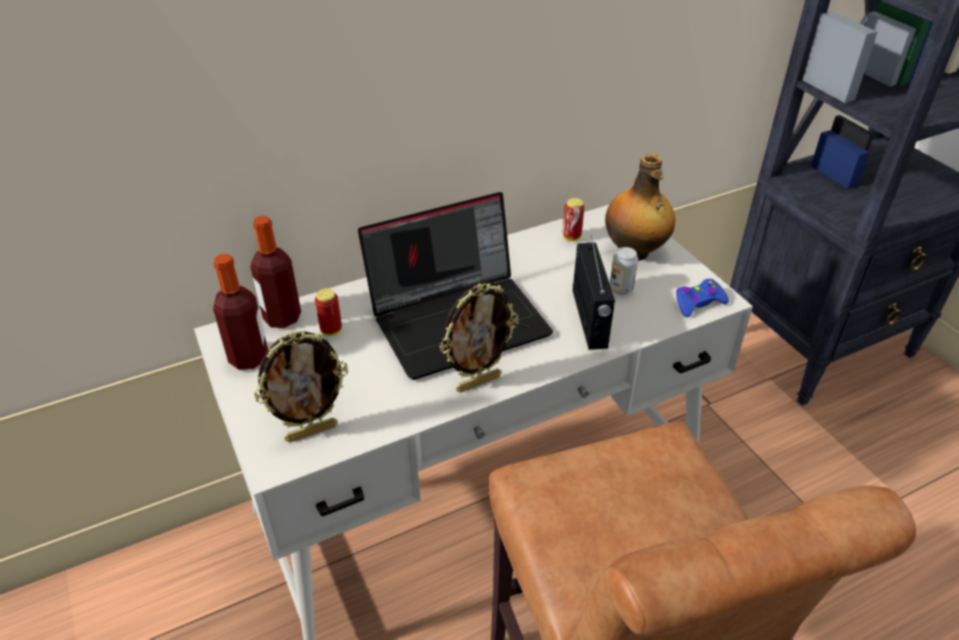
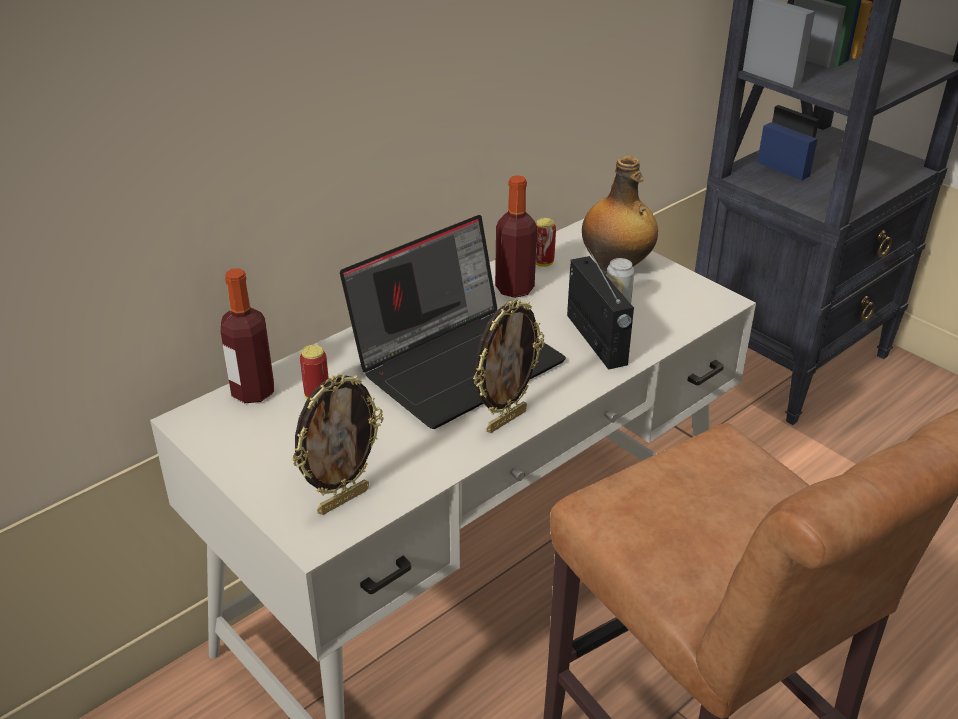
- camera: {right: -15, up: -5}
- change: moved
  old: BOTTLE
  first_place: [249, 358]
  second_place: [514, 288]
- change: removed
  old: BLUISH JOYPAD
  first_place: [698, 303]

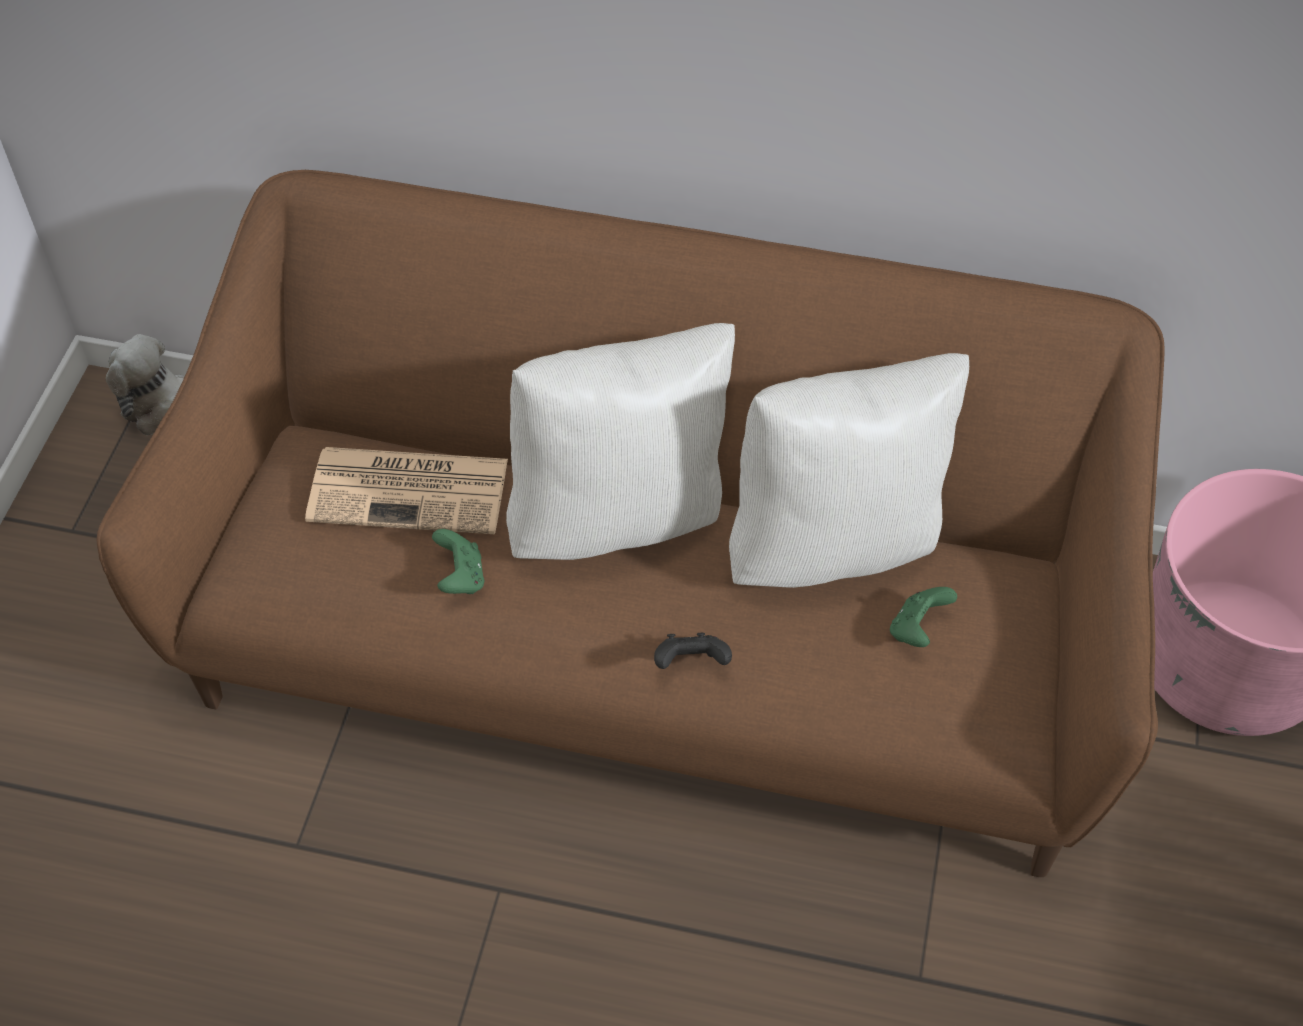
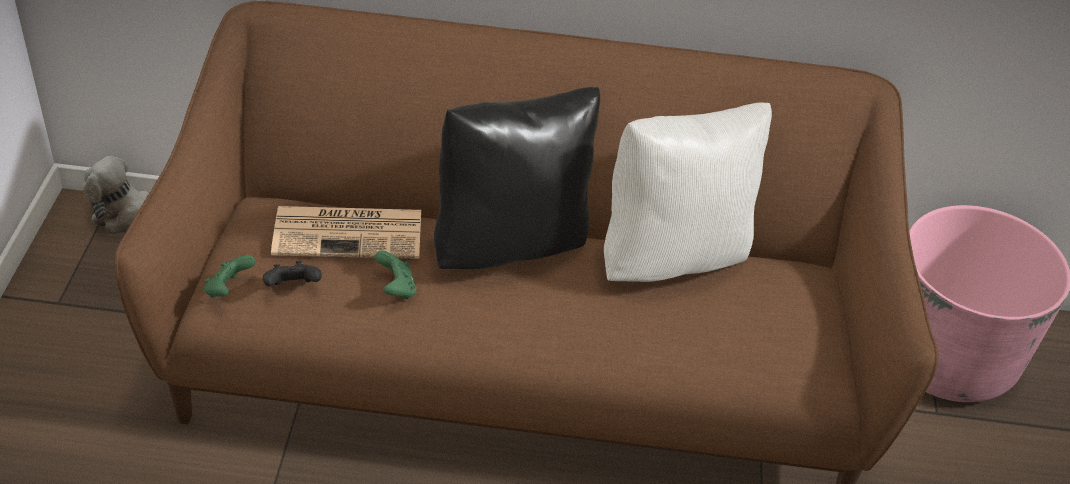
- camera: {right: -10, up: -10}
- change: recoloured
  old: WHITE-COLOURED THROW PILLOW
  new: BLACKISH THROW PILLOW
  first_place: [620, 515]
  second_place: [512, 244]
- change: moved
  old: GREEN-COLOURED JOYPAD
  first_place: [917, 629]
  second_place: [229, 289]
- change: moved
  old: BLACKISH JOYPAD
  first_place: [691, 663]
  second_place: [293, 287]

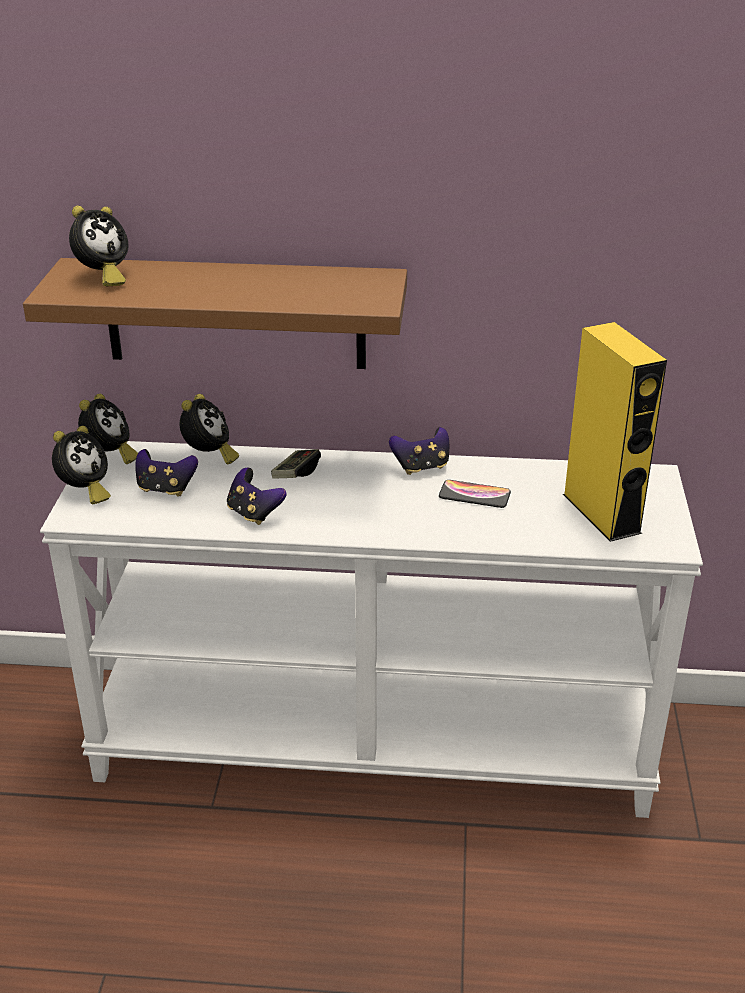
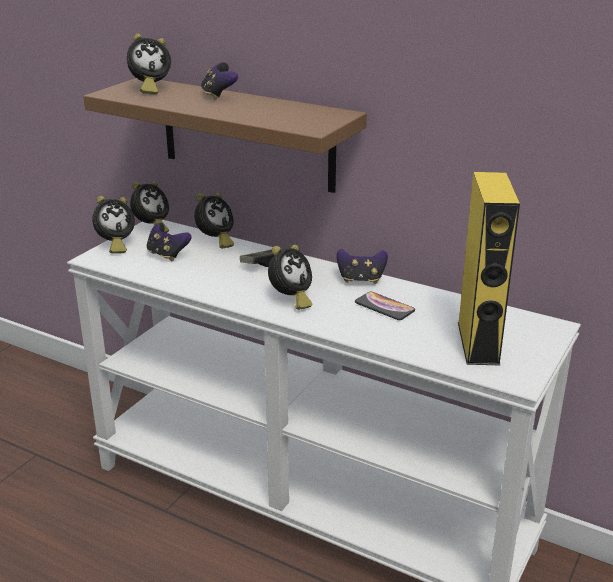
- camera: {right: 25, up: -5}
- change: moved
  old: JOYPAD
  first_place: [254, 513]
  second_place: [219, 95]
- change: added
  new: BEDSIDE CLOCK
  second_place: [290, 300]

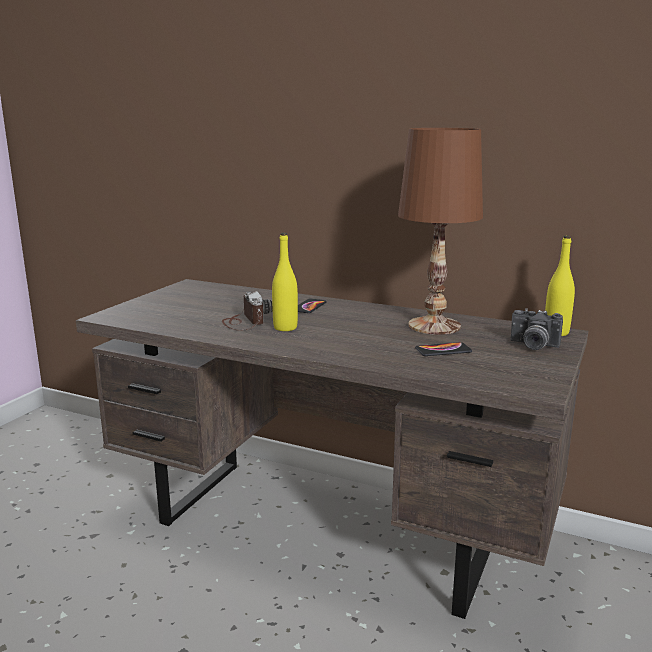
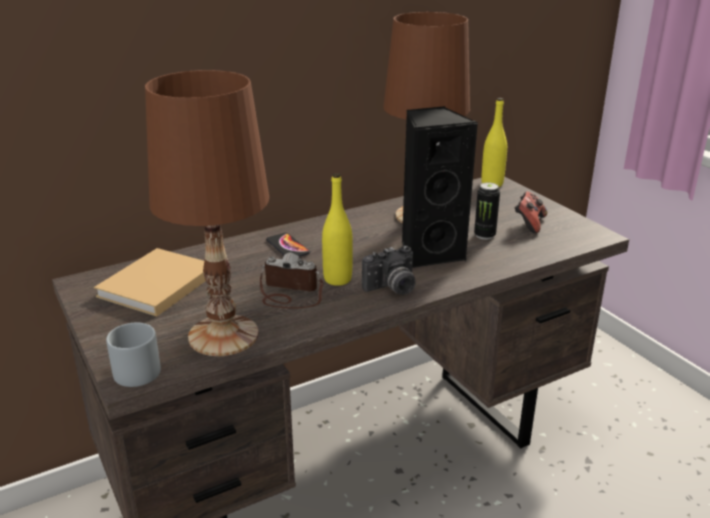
- camera: {right: -55, up: 10}
- change: moved
  old: STILL CAMERA
  first_place: [532, 346]
  second_place: [392, 288]
- change: replaced
  old: TELEPHONE
  new: CAN
  first_place: [443, 350]
  second_place: [484, 235]
- change: added
  new: BROWN-COLOURED TABLETOP LAMP
  second_place: [224, 335]
- change: added
  new: BLACKISH LOUDSPEAKER
  second_place: [429, 252]
- change: added
  new: JOYPAD
  second_place: [529, 223]
- change: added
  new: SAND-COLOURED BOOK
  second_place: [155, 286]
- change: added
  new: GREYISH COFFEE MUG
  second_place: [131, 369]

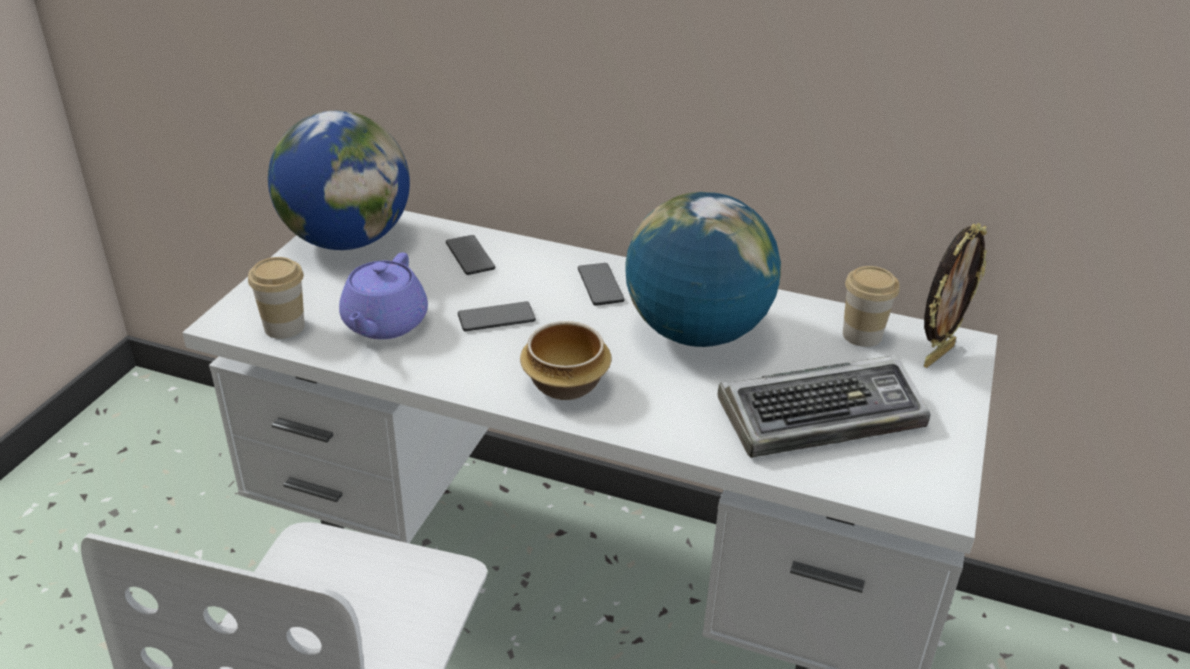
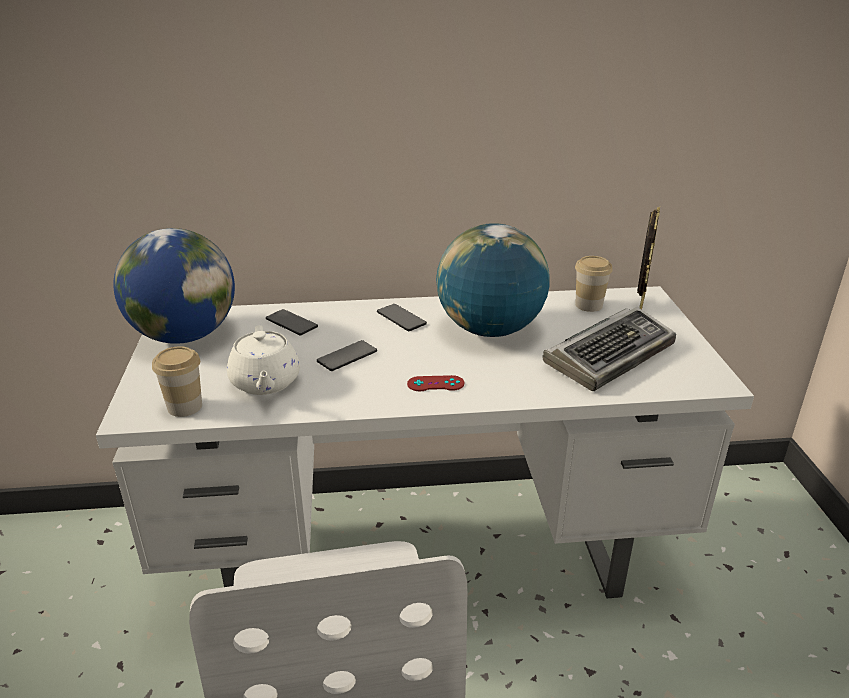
- camera: {right: -25, up: -5}
- change: recoloured
  old: PURPLE TEA POT
  new: WHITE-COLOURED TEA POT
  first_place: [384, 324]
  second_place: [265, 383]
- change: replaced
  old: DEEP DISH
  new: REDDISH JOYPAD
  first_place: [567, 384]
  second_place: [435, 384]

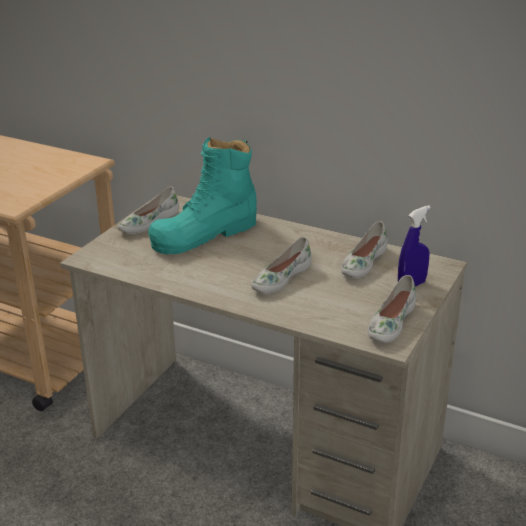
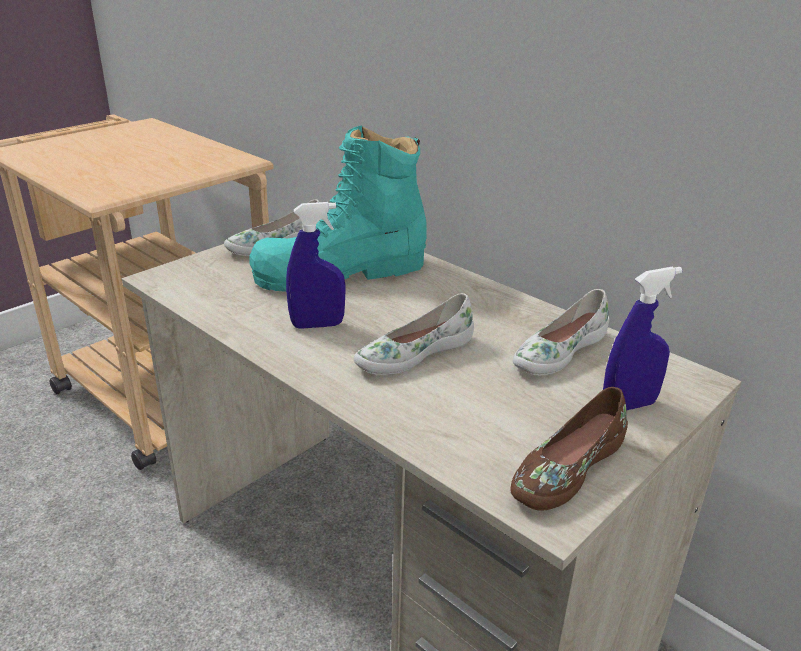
- camera: {right: 15, up: 0}
- change: recoloured
  old: WHITE-COLOURED LOW SHOE
  new: BROWN-COLOURED LOW SHOE
  first_place: [390, 322]
  second_place: [566, 468]
- change: added
  new: BLUISH HAND SPRAYER
  second_place: [317, 325]

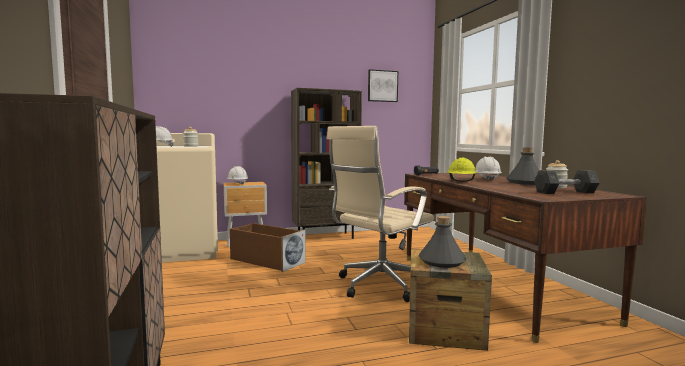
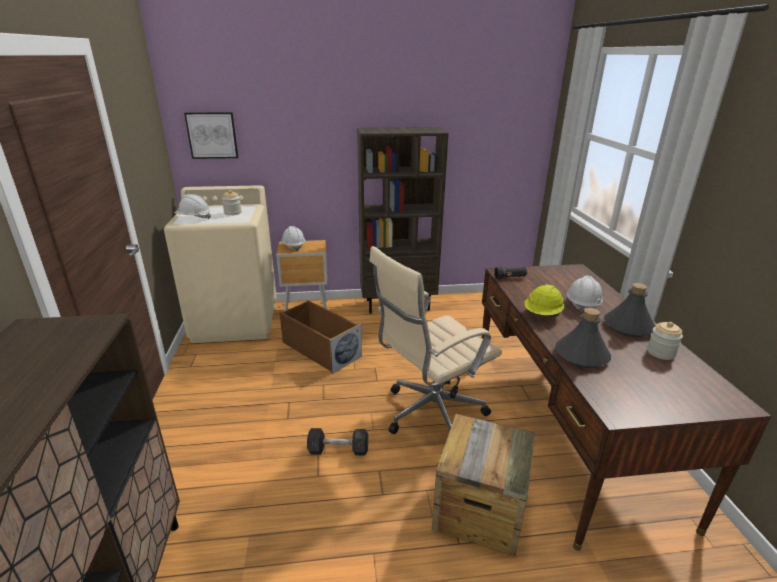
- camera: {right: 10, up: 20}
- change: moved
  old: PICTURE
  first_place: [382, 86]
  second_place: [212, 135]
- change: moved
  old: GREYISH HAND WEIGHT
  first_place: [565, 192]
  second_place: [338, 450]
- change: moved
  old: GREYISH BOTTLE
  first_place: [442, 261]
  second_place: [581, 355]

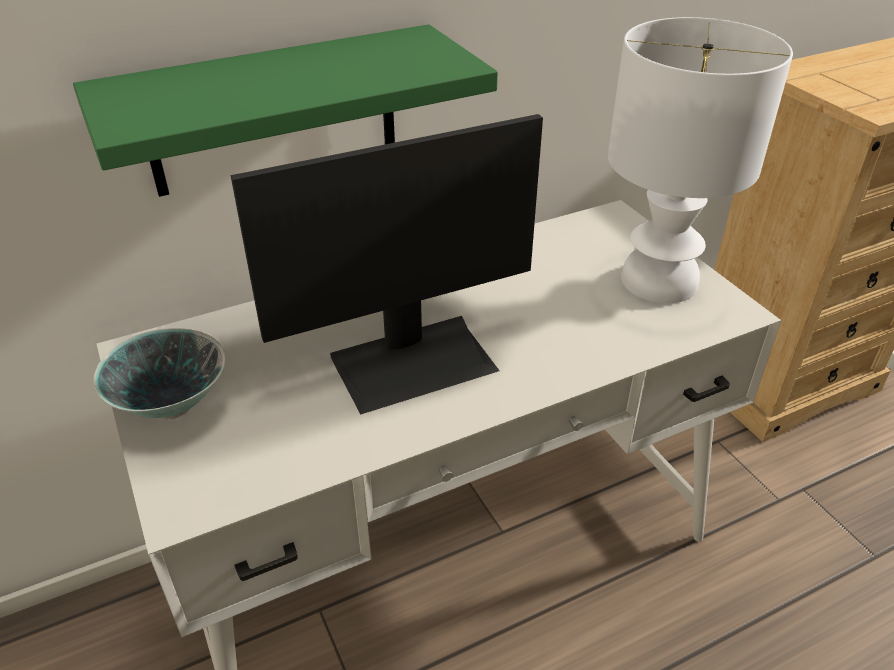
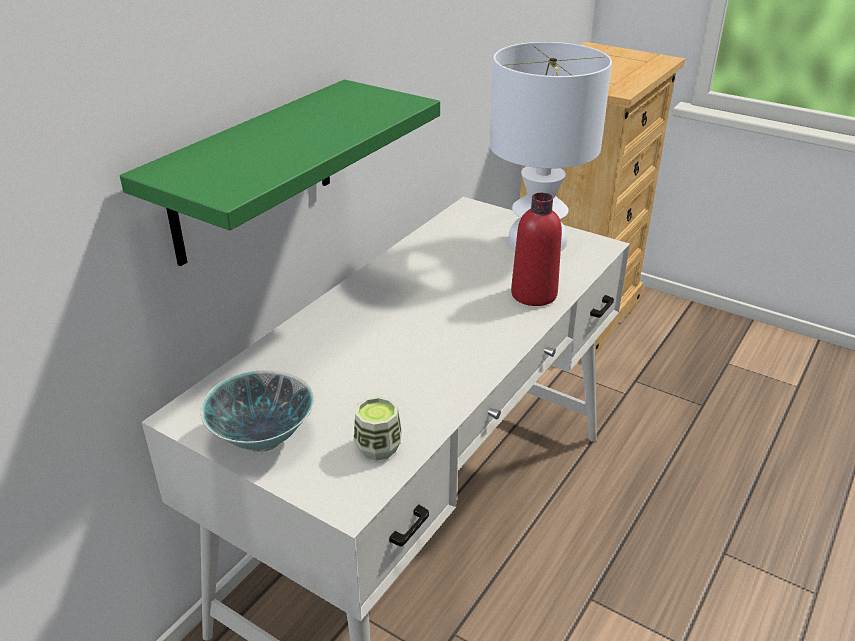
- camera: {right: -30, up: -5}
- change: removed
  old: COMPUTER DISPLAY
  first_place: [413, 361]
- change: added
  new: REDDISH BOTTLE
  second_place: [534, 294]
- change: added
  new: SMALL CUP
  second_place: [378, 447]

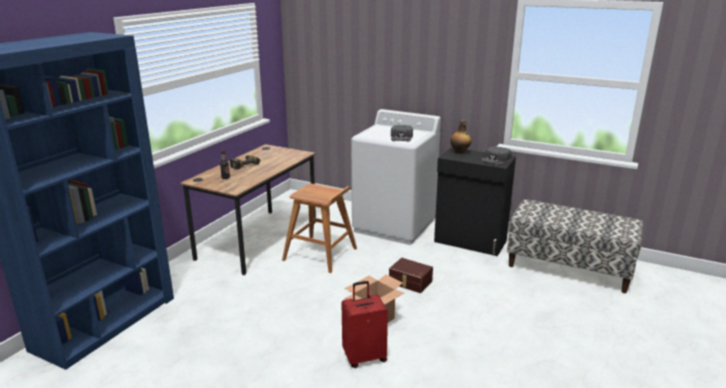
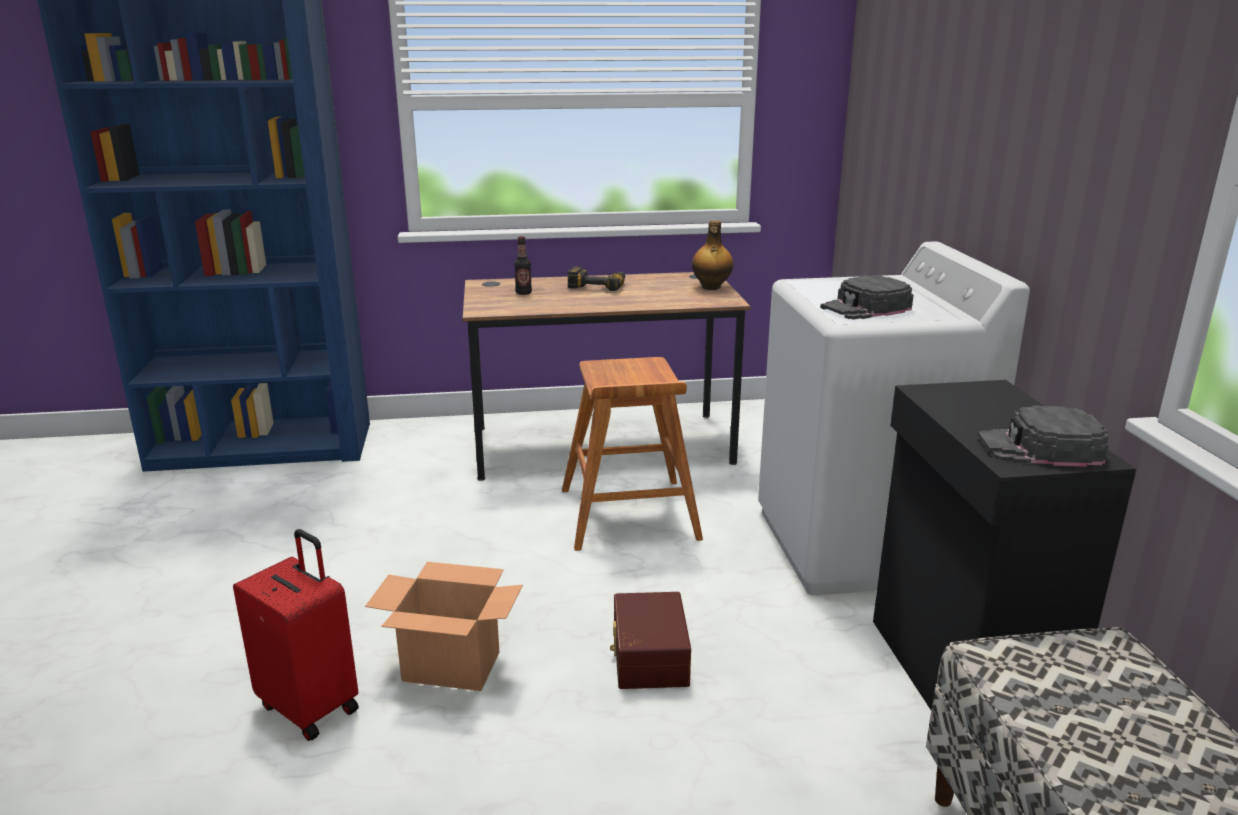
- camera: {right: 55, up: 0}
- change: moved
  old: BOTTLE
  first_place: [460, 152]
  second_place: [711, 287]

